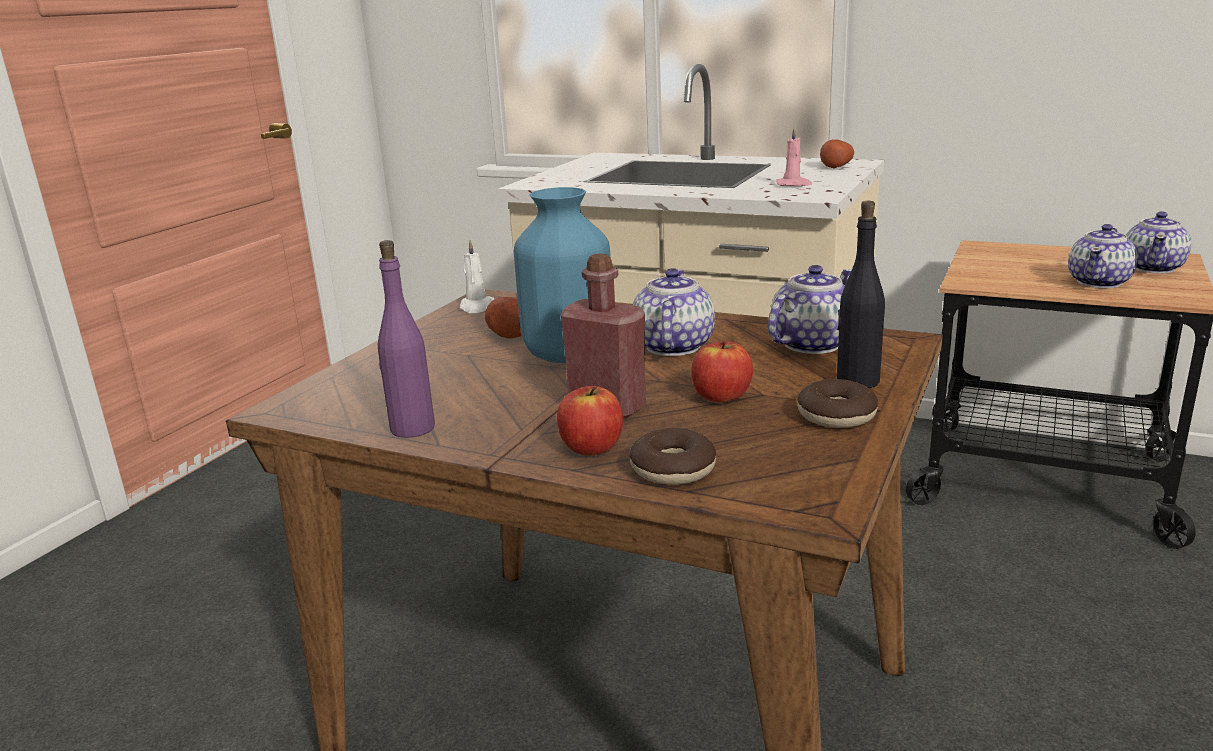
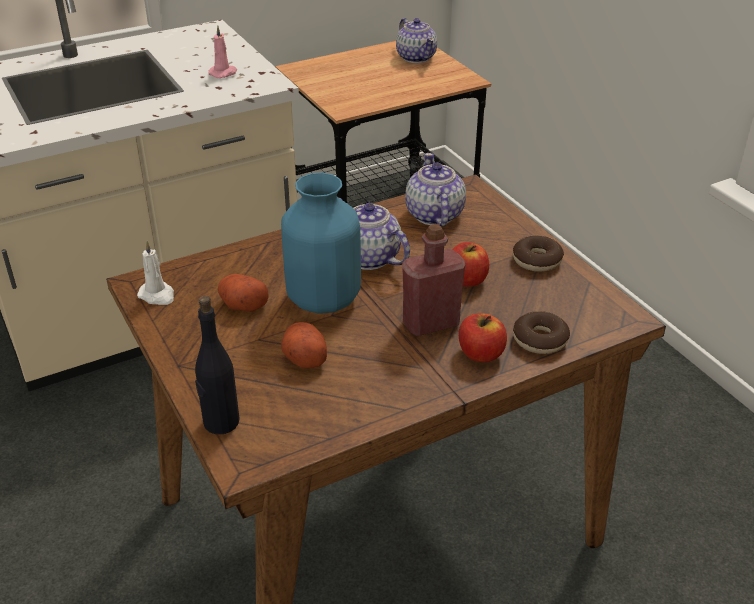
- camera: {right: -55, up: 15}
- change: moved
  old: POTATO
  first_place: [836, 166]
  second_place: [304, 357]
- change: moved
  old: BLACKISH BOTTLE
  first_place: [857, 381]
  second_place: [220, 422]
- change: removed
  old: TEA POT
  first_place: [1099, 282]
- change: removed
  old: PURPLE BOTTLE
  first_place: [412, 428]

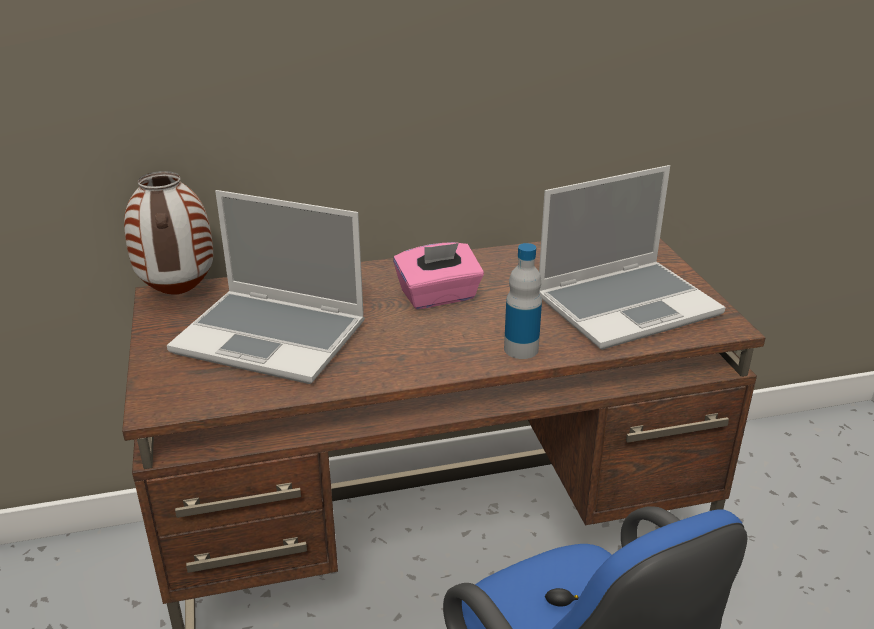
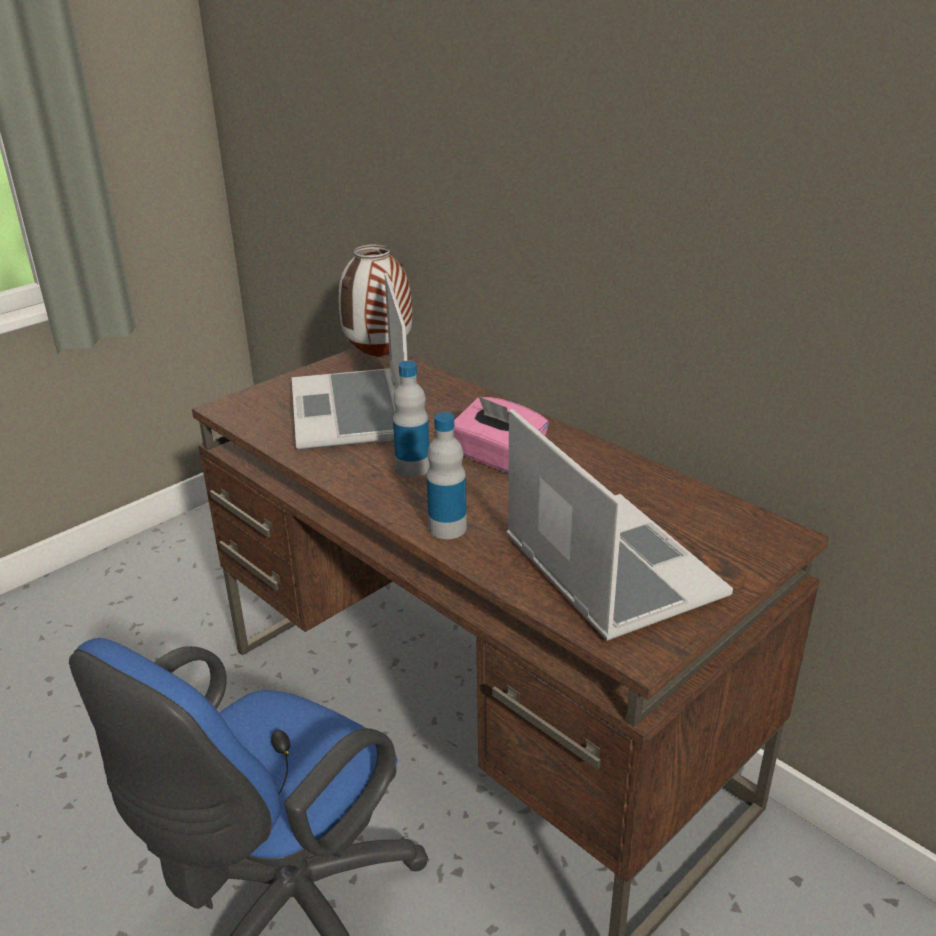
- camera: {right: 60, up: 0}
- change: turned
  old: PORTABLE COMPUTER
  first_place: [628, 305]
  second_place: [608, 567]
  degrees: -150
- change: added
  new: BOTTLE
  second_place: [413, 468]

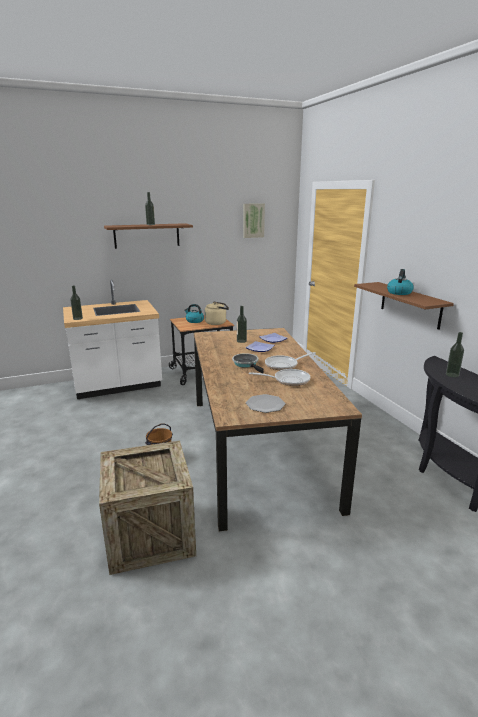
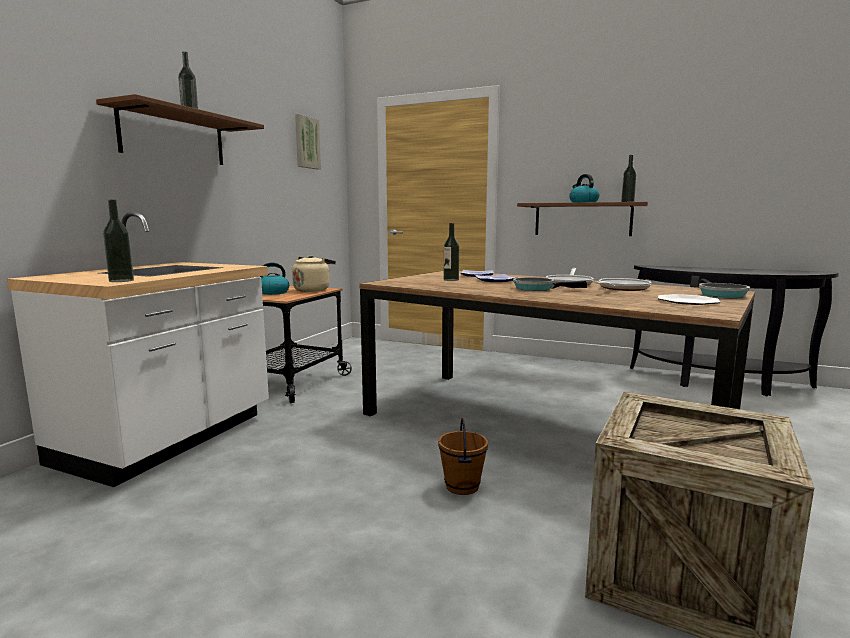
- camera: {right: -45, up: -10}
- change: moved
  old: BOTTLE
  first_place: [452, 375]
  second_place: [627, 202]
- change: added
  new: FRYING PAN
  second_place: [720, 295]

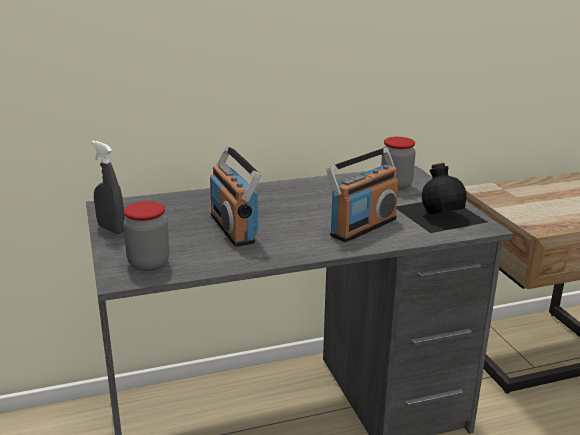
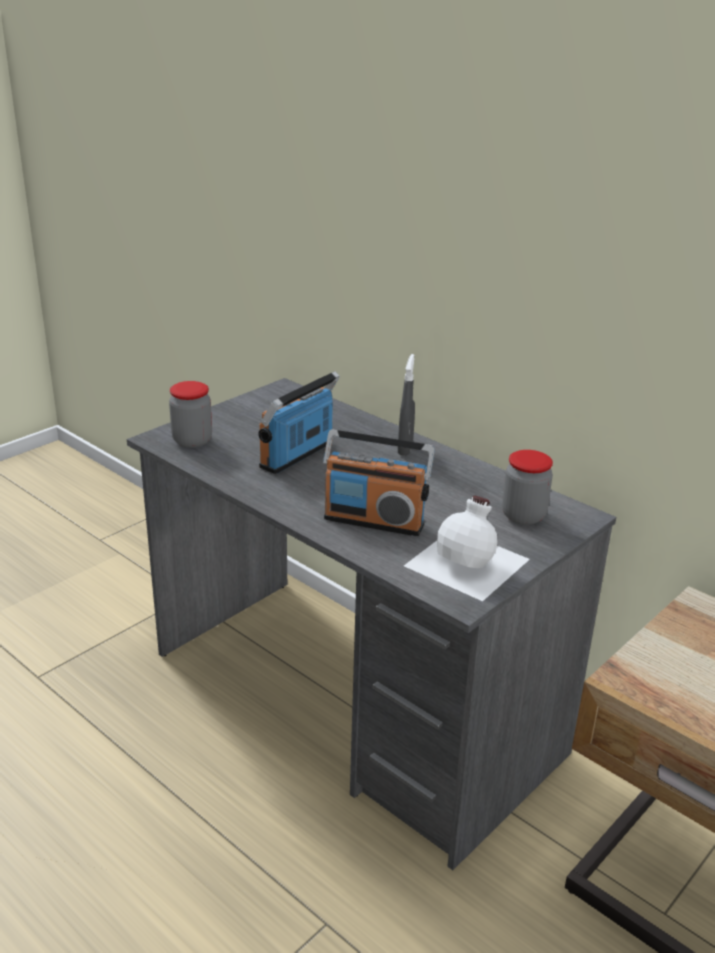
- camera: {right: 60, up: 5}
- change: moved
  old: GREYISH HAND SPRAYER
  first_place: [111, 229]
  second_place: [405, 448]
- change: recoloured
  old: BLACKISH BOTTLE
  new: WHITE-COLOURED BOTTLE
  first_place: [440, 213]
  second_place: [469, 562]

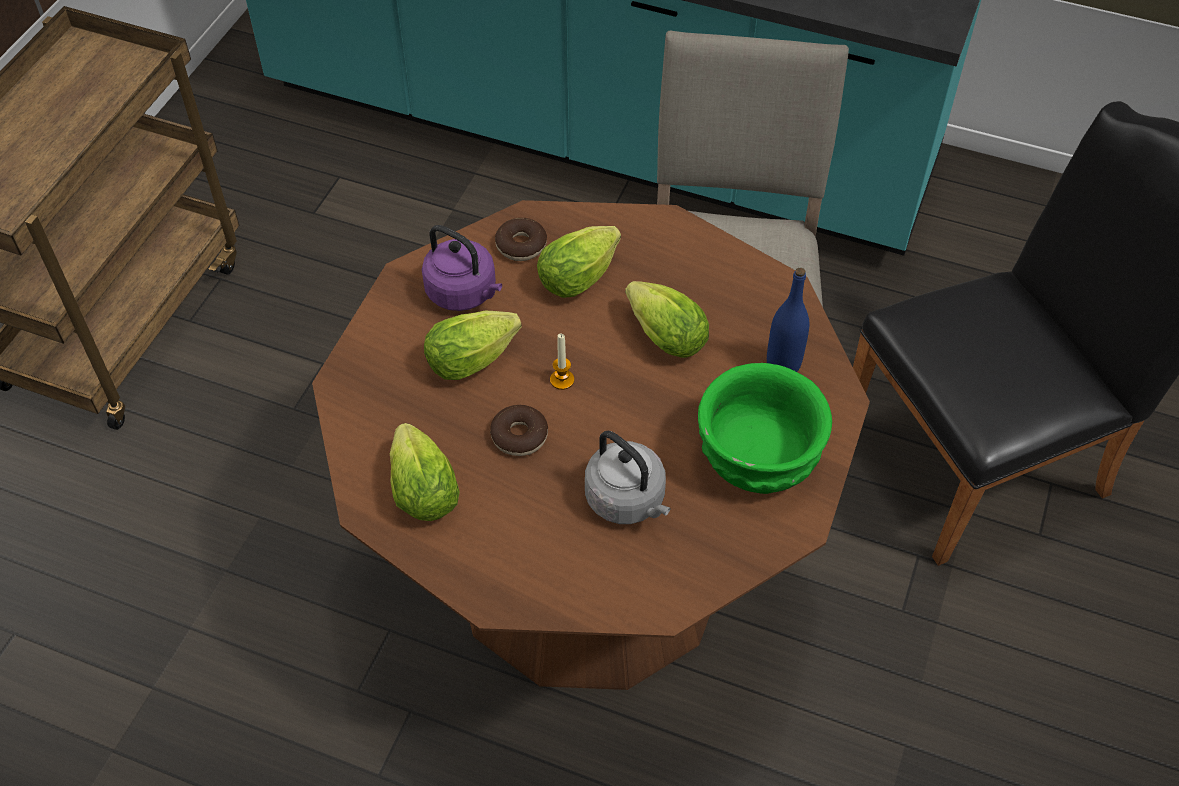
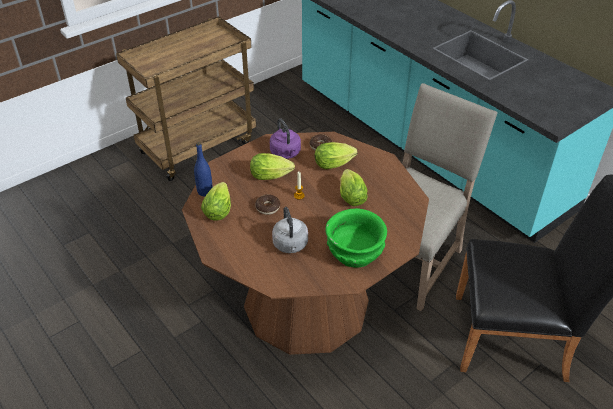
- camera: {right: 30, up: -10}
- change: moved
  old: BLUISH BOTTLE
  first_place: [783, 364]
  second_place: [205, 191]

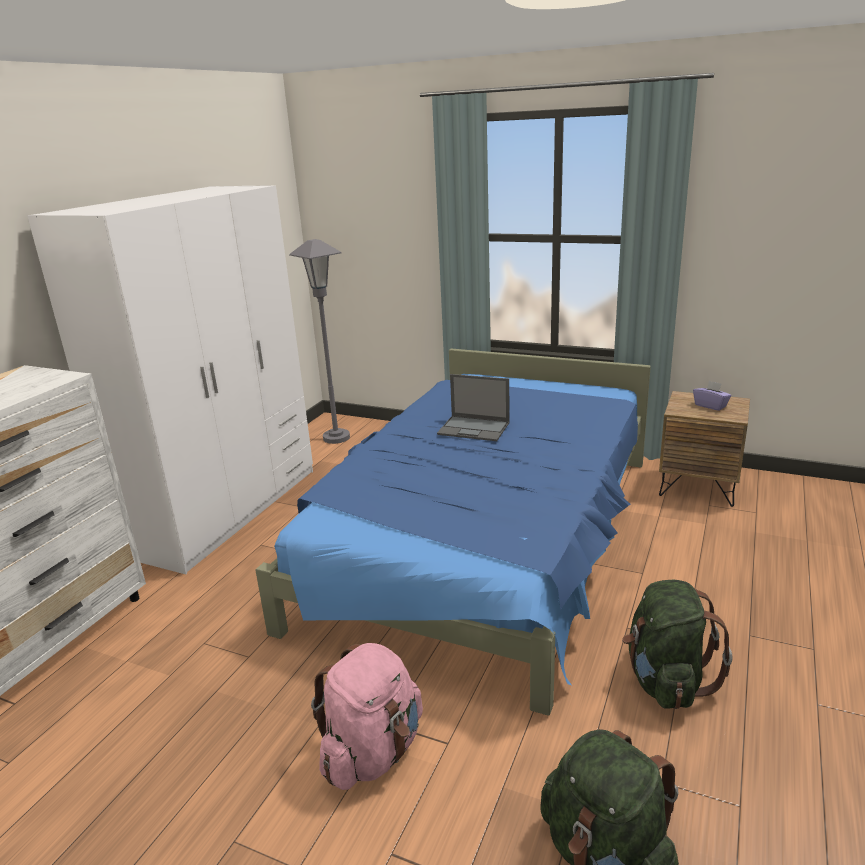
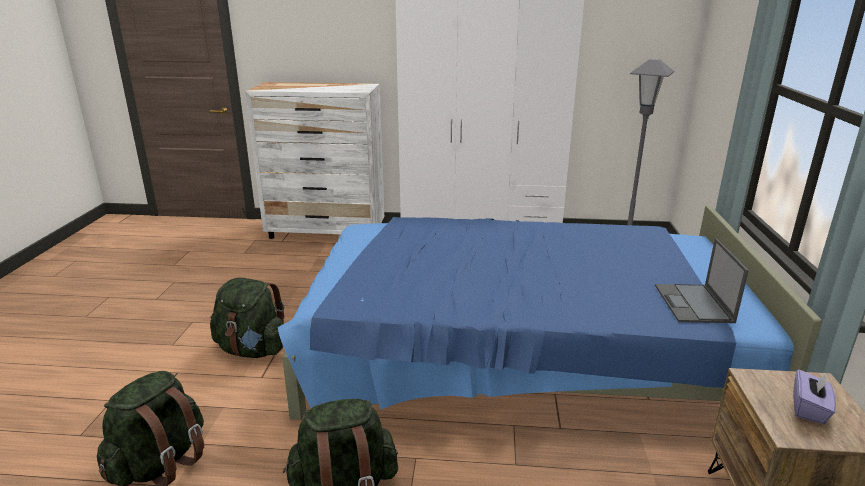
- camera: {right: 70, up: 0}
- change: moved
  old: PORTABLE COMPUTER
  first_place: [474, 428]
  second_place: [694, 304]
- change: recoloured
  old: PINK BACKPACK
  new: GREEN-COLOURED BACKPACK
  first_place: [373, 752]
  second_place: [252, 350]

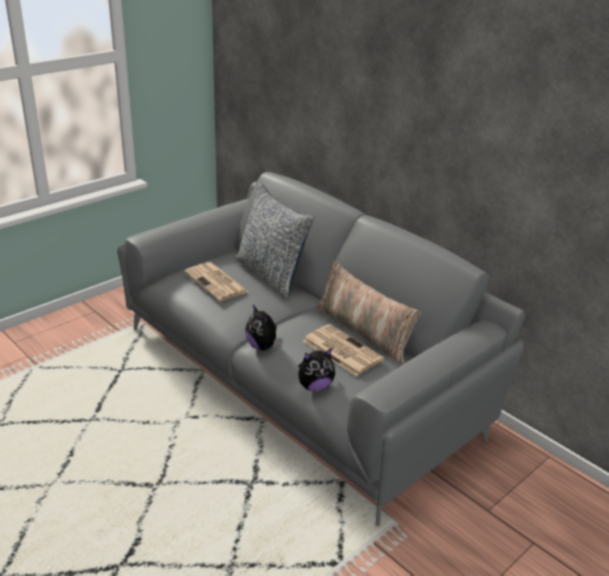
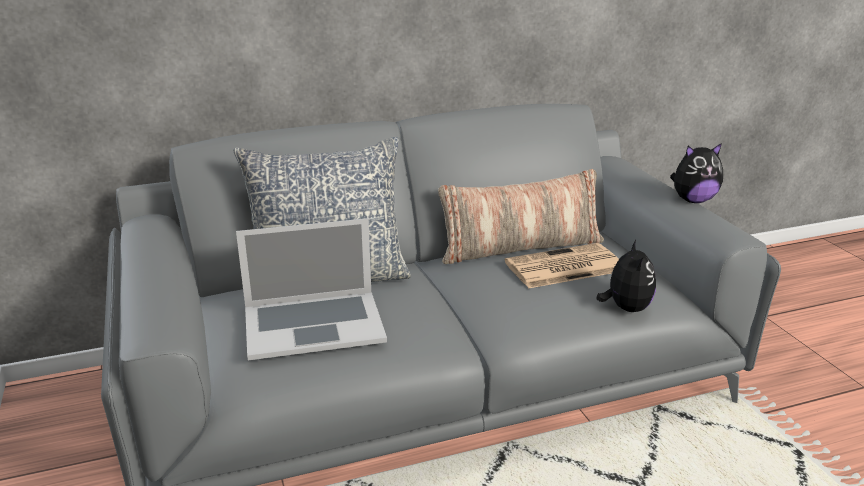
- camera: {right: -65, up: -5}
- change: replaced
  old: NEWSPAPER
  new: PORTABLE COMPUTER
  first_place: [217, 282]
  second_place: [313, 324]
- change: moved
  old: CUDDLY TOY
  first_place: [262, 346]
  second_place: [693, 200]

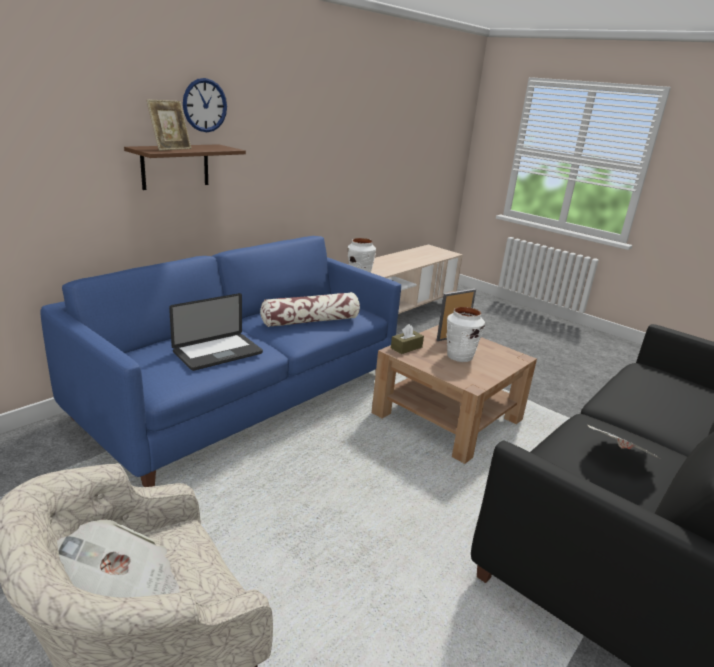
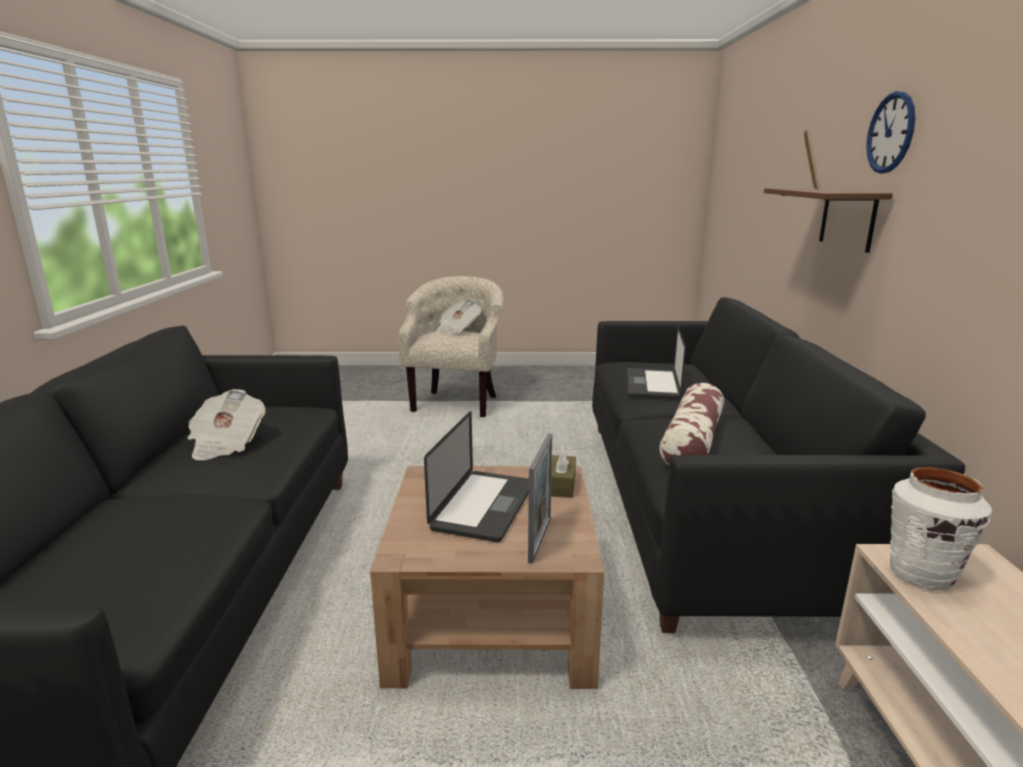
- camera: {right: 140, up: -5}
- change: turned
  old: PICTURE FRAME
  first_place: [171, 149]
  second_place: [807, 189]
  degrees: -150
- change: recoloured
  old: BLUISH COUCH
  new: BLACKISH COUCH
  first_place: [243, 395]
  second_place: [708, 505]
- change: replaced
  old: WHITE-COLOURED FLOWER VASE
  new: PORTABLE COMPUTER
  first_place: [459, 357]
  second_place: [484, 506]

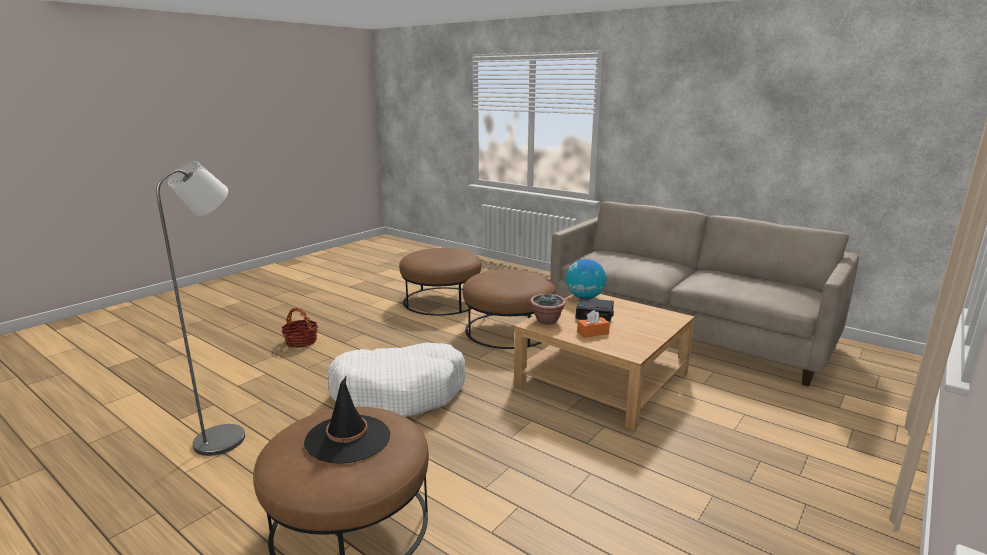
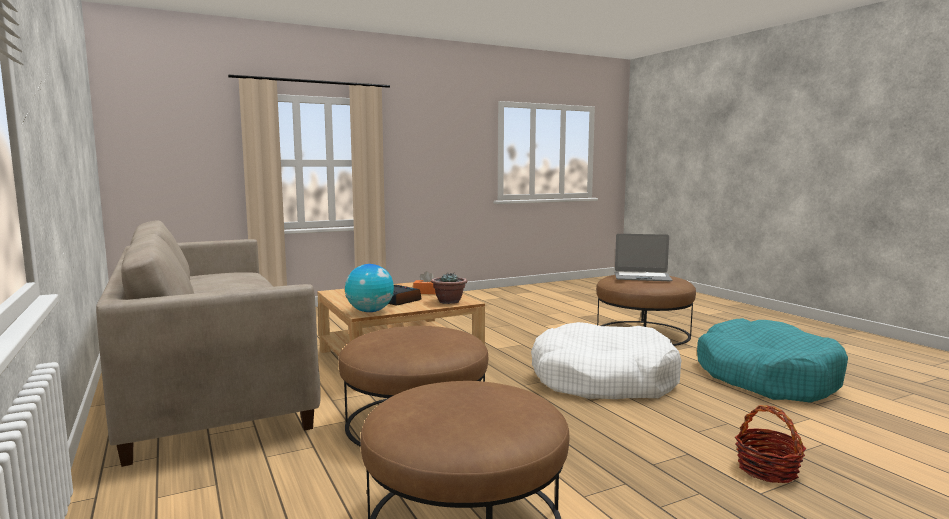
- camera: {right: -155, up: -10}
- change: replaced
  old: GREYISH STANDING LAMP
  new: TURQUOISE DOG CUSHION
  first_place: [228, 436]
  second_place: [766, 377]
- change: replaced
  old: BLACKISH HAT
  new: PORTABLE COMPUTER
  first_place: [348, 439]
  second_place: [642, 277]

